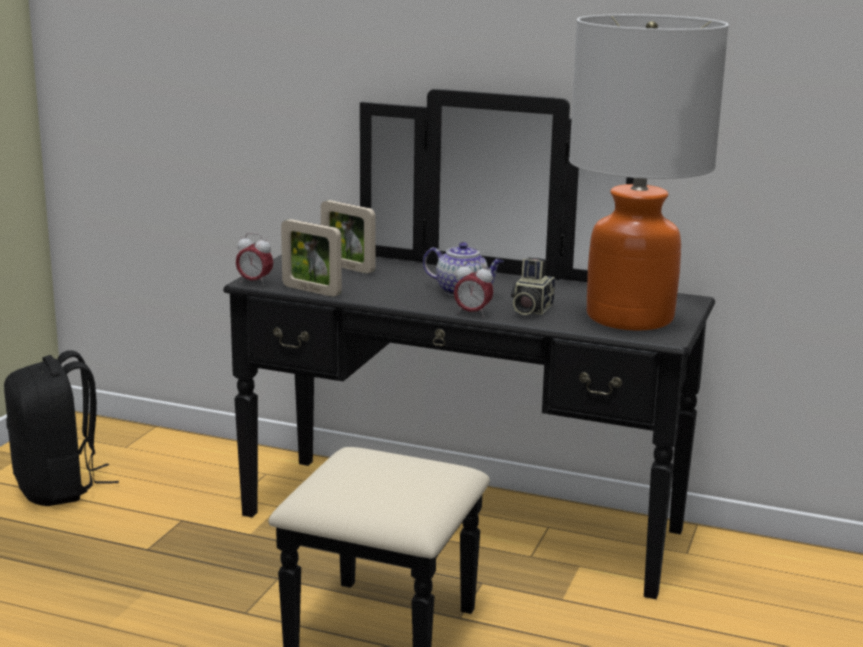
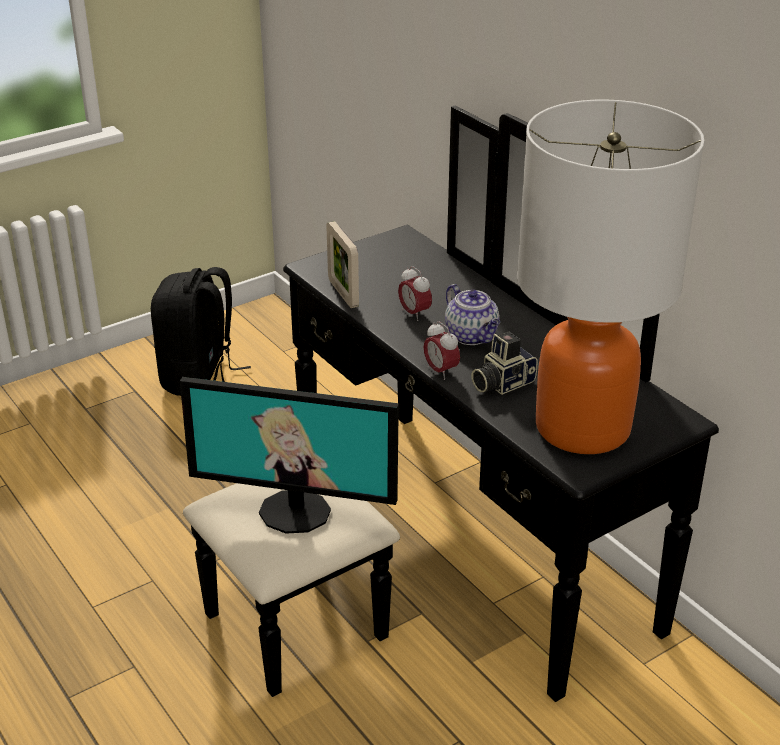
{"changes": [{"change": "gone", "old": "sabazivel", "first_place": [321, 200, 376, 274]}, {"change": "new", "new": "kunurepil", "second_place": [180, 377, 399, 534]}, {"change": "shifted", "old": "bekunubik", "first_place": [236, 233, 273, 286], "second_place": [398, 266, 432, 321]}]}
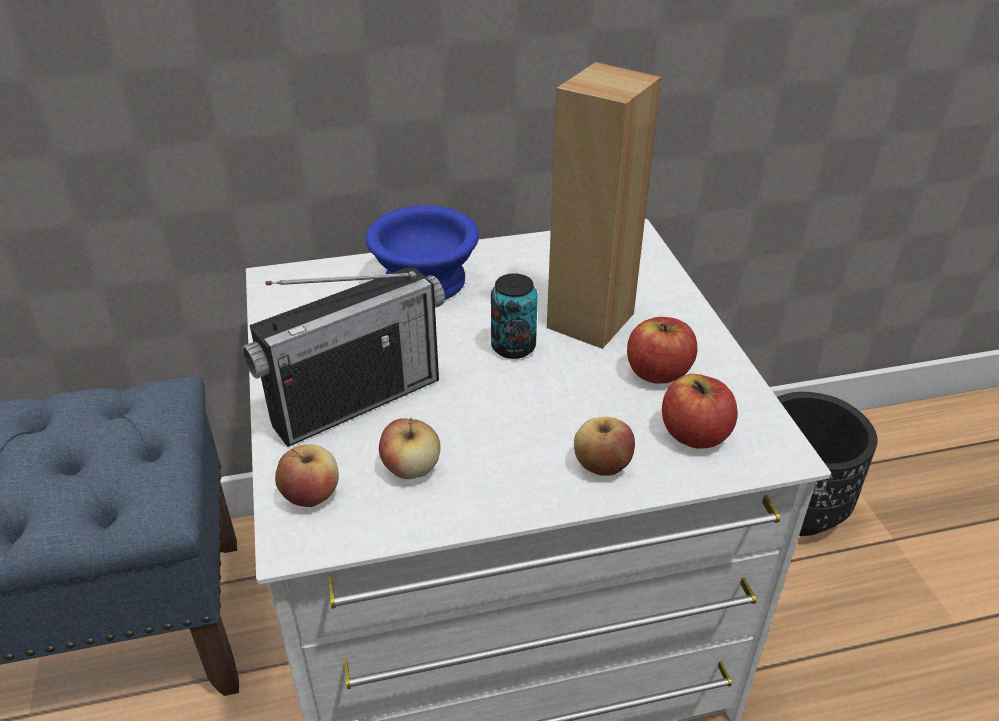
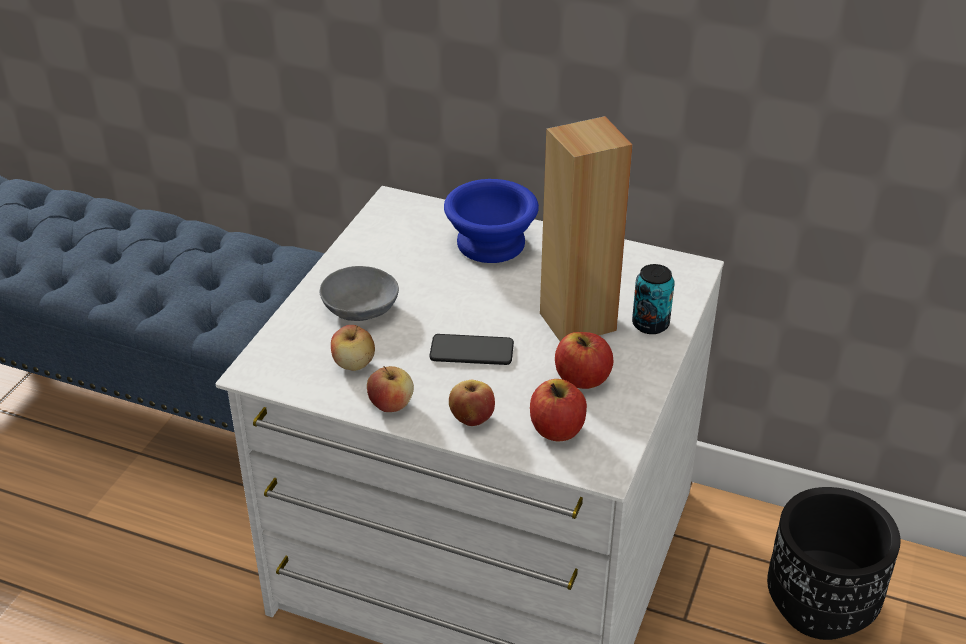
{"changes": [{"change": "new", "new": "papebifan", "second_place": [429, 334, 514, 365]}, {"change": "shifted", "old": "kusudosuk", "first_place": [275, 444, 339, 507], "second_place": [367, 366, 414, 412]}, {"change": "shifted", "old": "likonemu", "first_place": [491, 273, 538, 359], "second_place": [632, 264, 675, 334]}, {"change": "swapped", "old": "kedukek", "new": "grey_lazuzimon", "first_place": [242, 267, 445, 447], "second_place": [319, 266, 399, 321]}]}
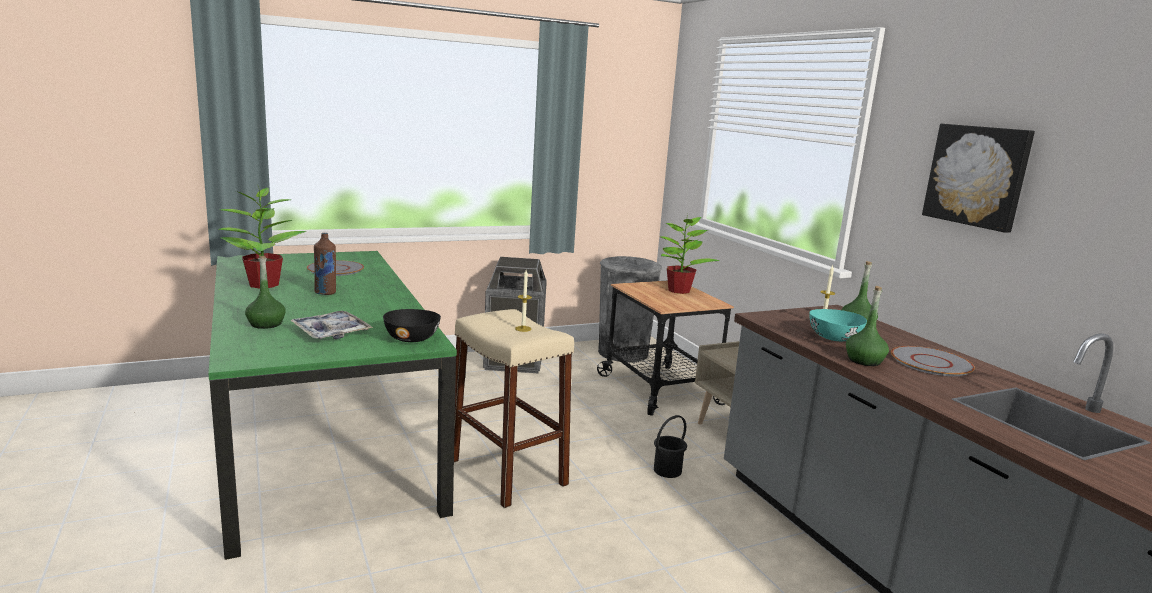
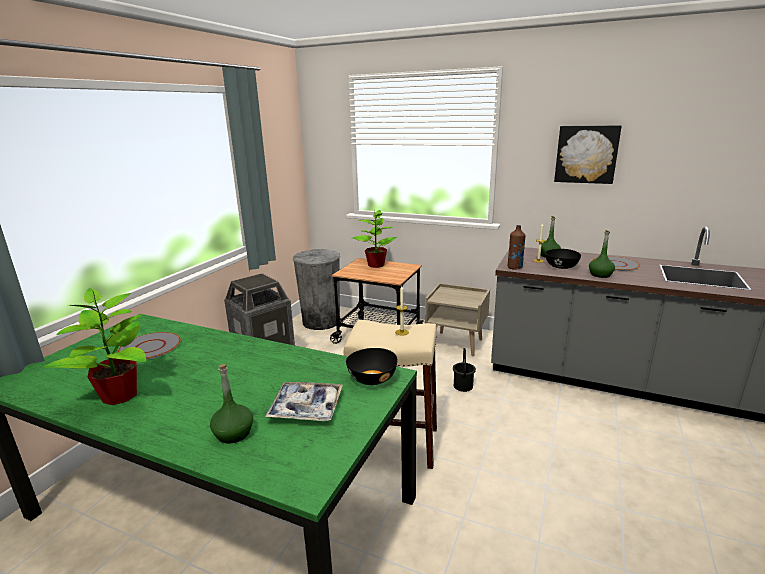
{"changes": [{"change": "shifted", "old": "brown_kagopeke", "first_place": [314, 233, 336, 295], "second_place": [508, 225, 526, 270]}, {"change": "repainted", "old": "turquoise_lazuzimon", "new": "black_lazuzimon", "first_place": [809, 309, 867, 341], "second_place": [545, 249, 581, 269]}]}
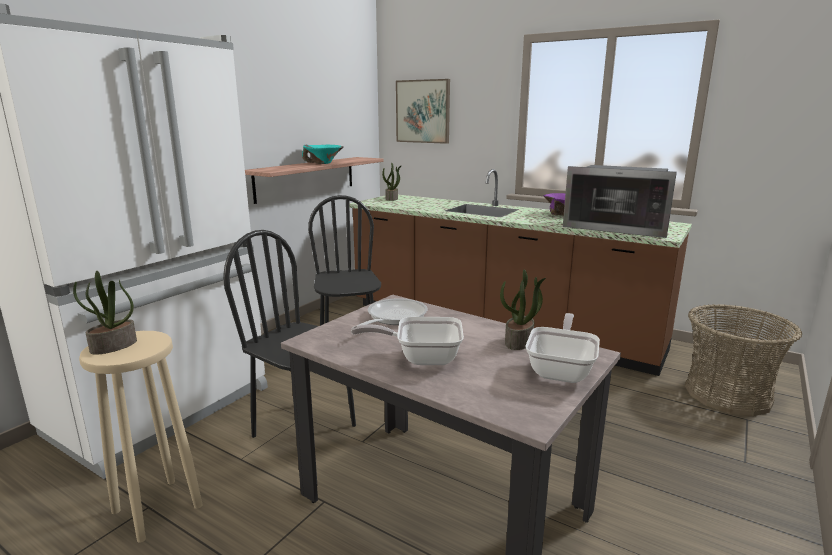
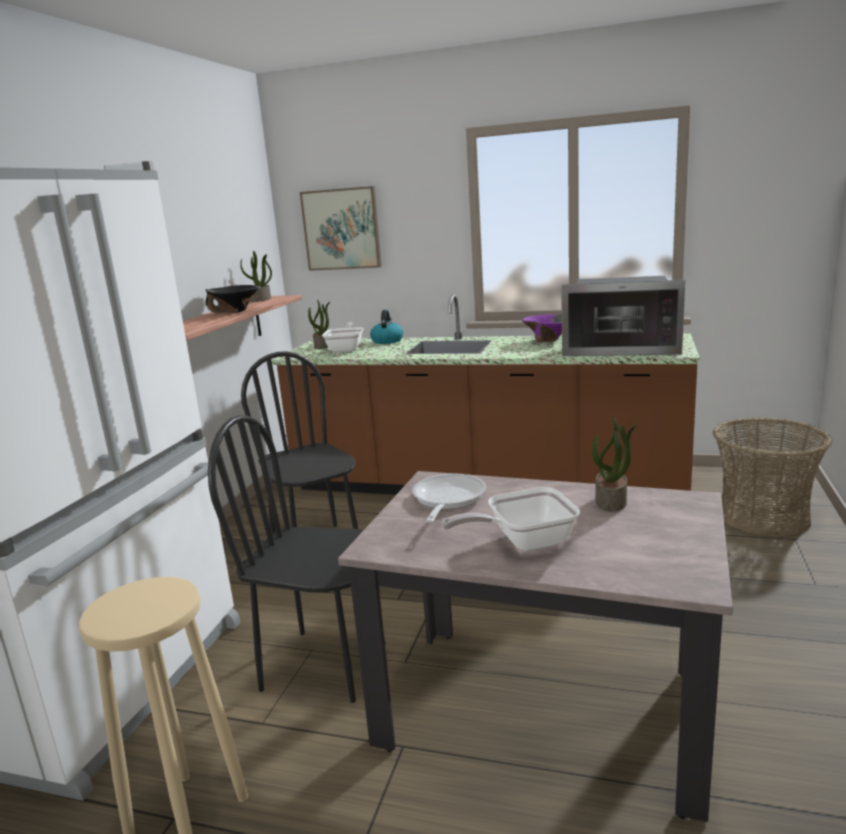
{"changes": [{"change": "new", "new": "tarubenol", "second_place": [370, 310, 403, 344]}, {"change": "shifted", "old": "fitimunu", "first_place": [73, 271, 137, 355], "second_place": [240, 251, 272, 302]}, {"change": "shifted", "old": "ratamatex", "first_place": [526, 313, 600, 383], "second_place": [322, 322, 364, 353]}, {"change": "repainted", "old": "turquoise_lazuzimon", "new": "black_lazuzimon", "first_place": [302, 145, 344, 164], "second_place": [205, 285, 261, 313]}]}
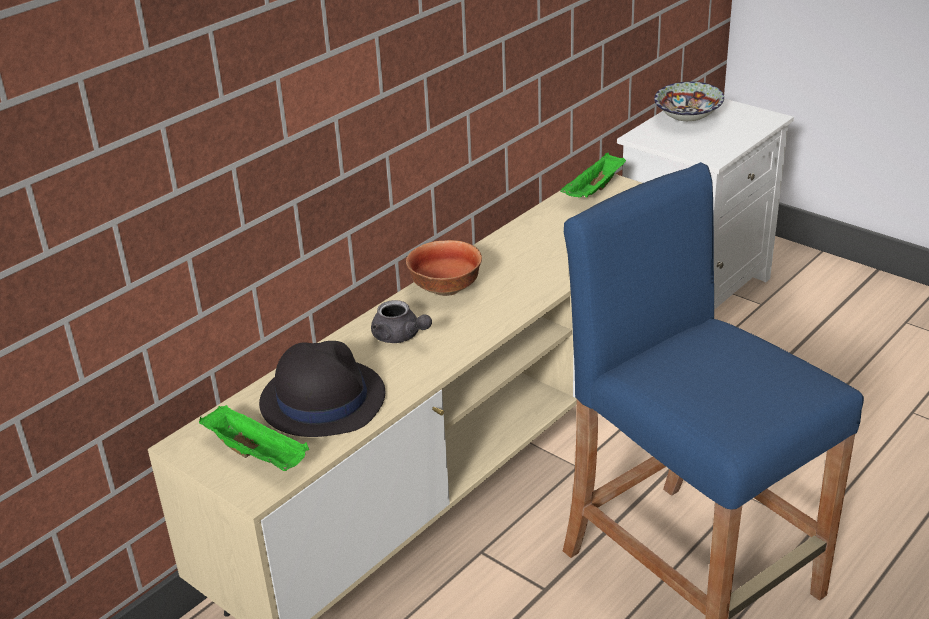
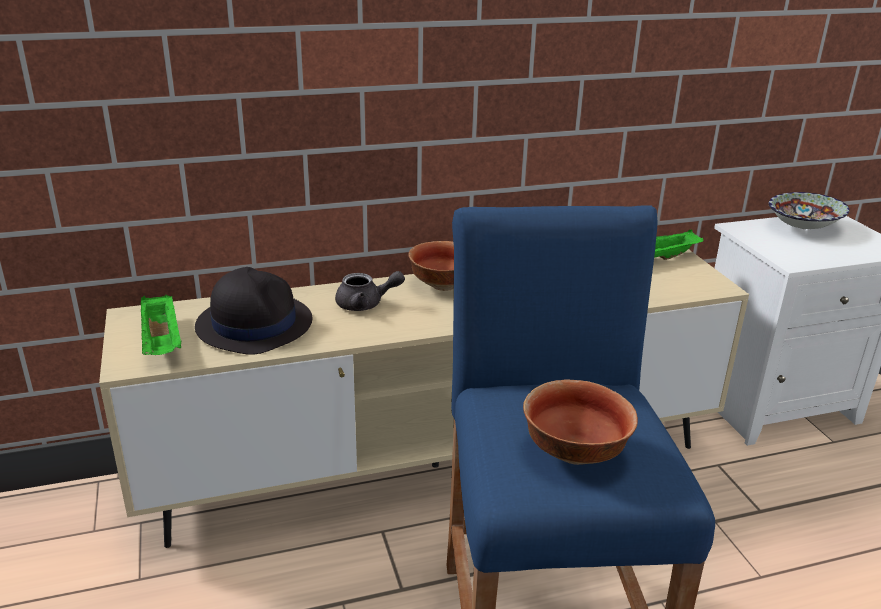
{"changes": [{"change": "new", "new": "lazuzimon", "second_place": [523, 379, 638, 465]}, {"change": "rotated", "old": "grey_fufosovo", "first_place": [371, 300, 432, 343], "second_place": [335, 271, 405, 311], "degrees": -75}]}
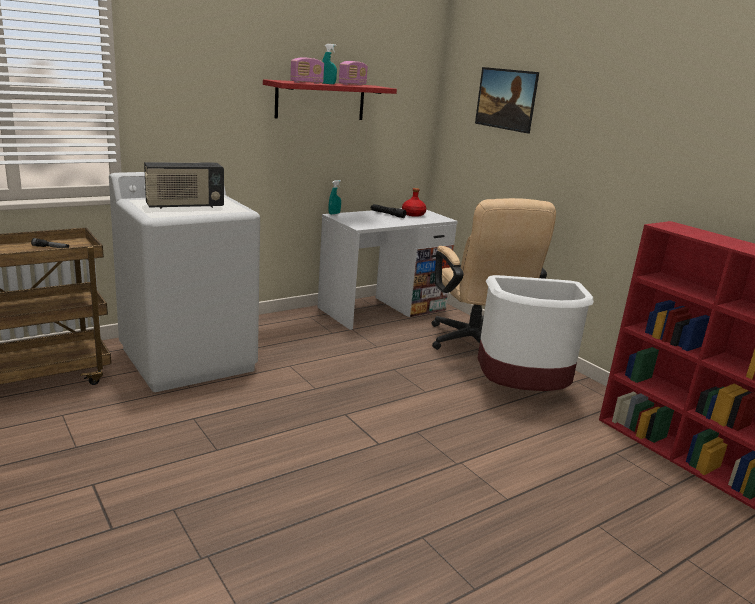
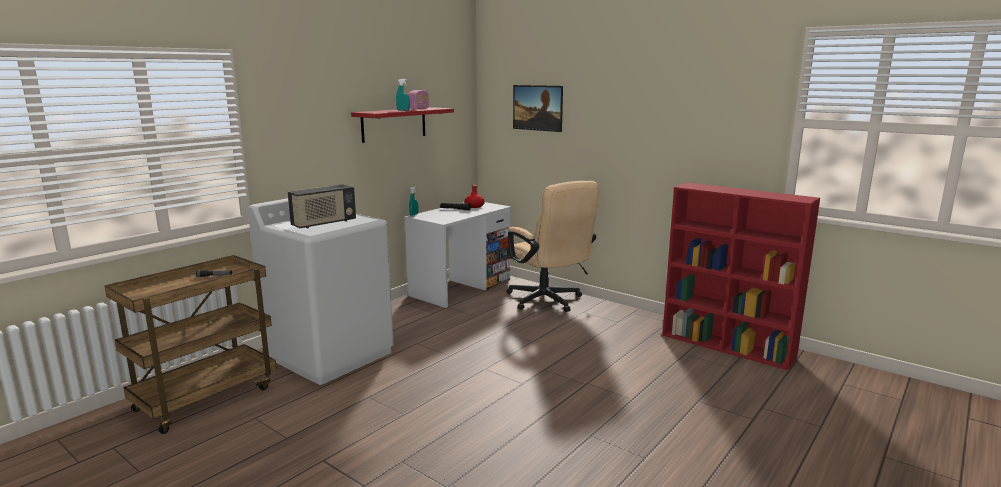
{"changes": [{"change": "gone", "old": "kedukek", "first_place": [290, 57, 324, 84]}, {"change": "gone", "old": "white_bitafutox", "first_place": [478, 275, 594, 391]}]}
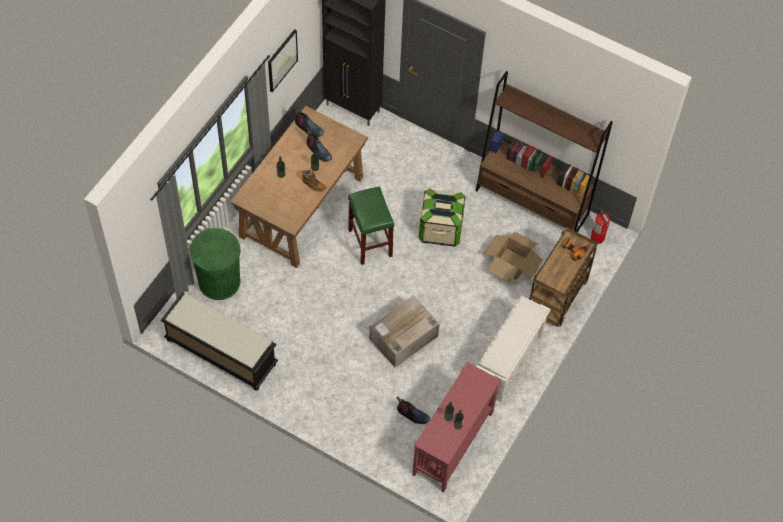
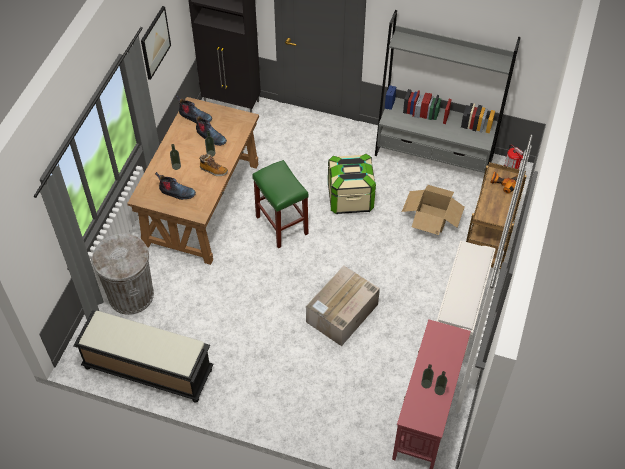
{"changes": [{"change": "shifted", "old": "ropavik", "first_place": [396, 396, 430, 424], "second_place": [155, 172, 196, 200]}, {"change": "repainted", "old": "green_bitafutox", "new": "grey_bitafutox", "first_place": [190, 228, 241, 300], "second_place": [92, 233, 154, 315]}, {"change": "repainted", "old": "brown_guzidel", "new": "grey_guzidel", "first_place": [476, 71, 613, 233], "second_place": [375, 10, 521, 173]}]}
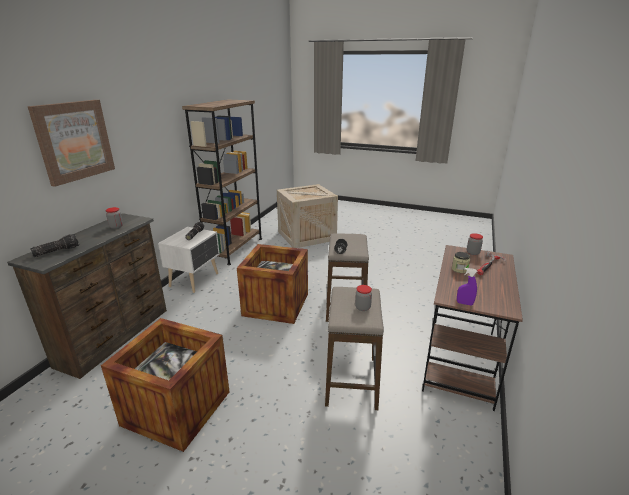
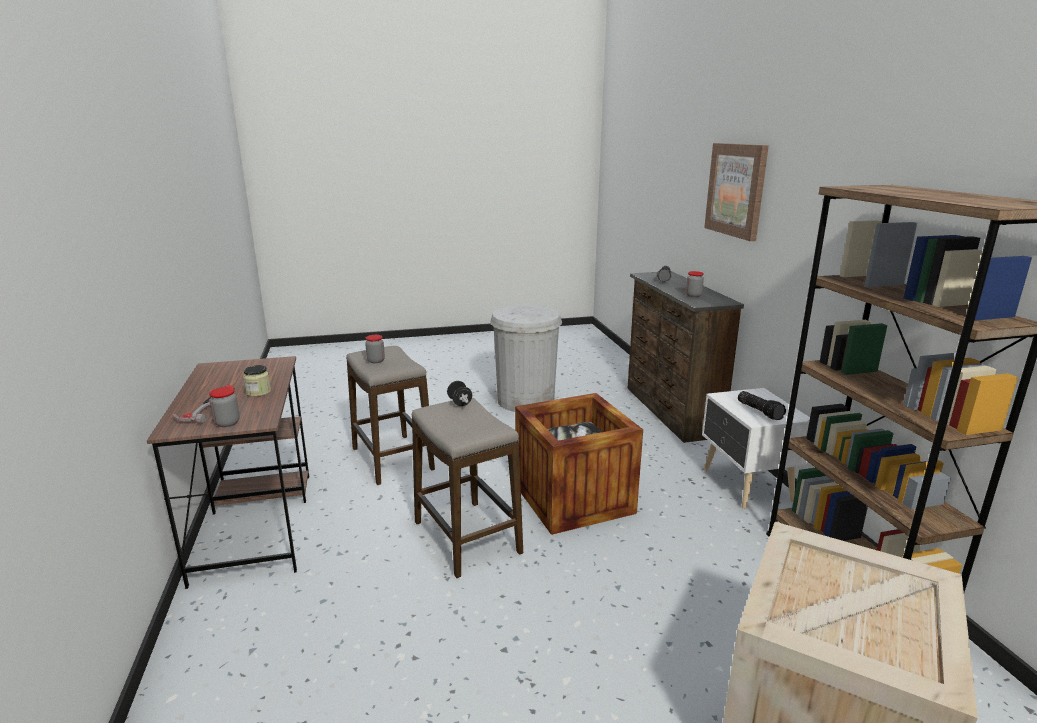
{"changes": [{"change": "gone", "old": "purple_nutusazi", "first_place": [457, 268, 477, 305]}, {"change": "swapped", "old": "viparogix", "new": "white_bitafutox", "first_place": [101, 318, 230, 452], "second_place": [490, 305, 562, 412]}]}
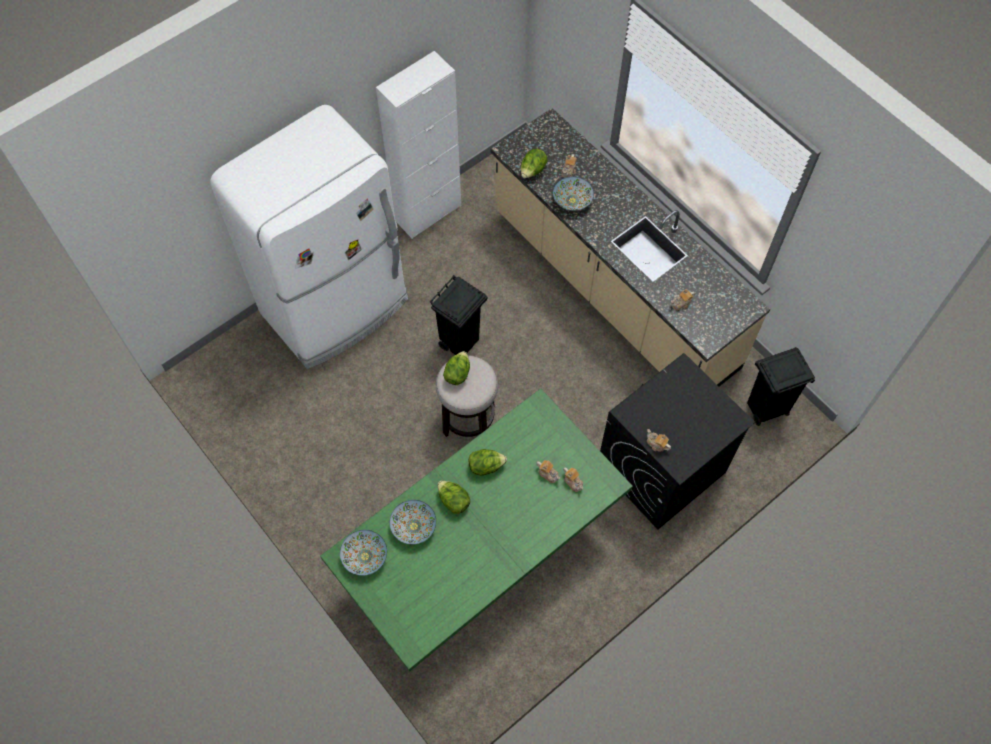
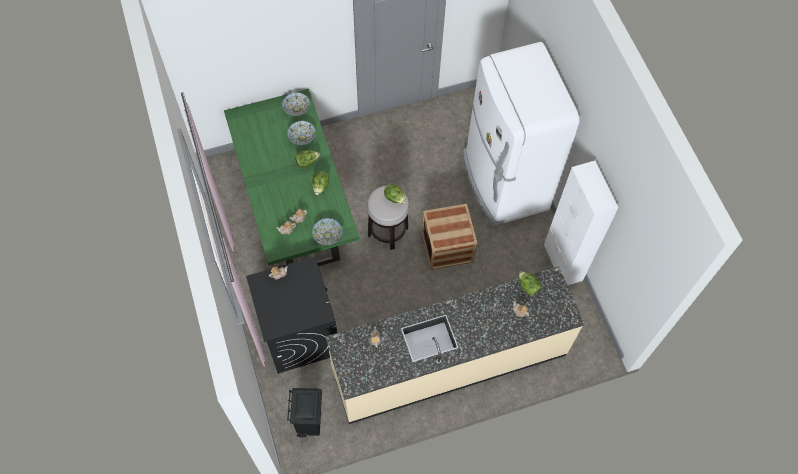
{"changes": [{"change": "shifted", "old": "lazuzimon", "first_place": [553, 177, 594, 211], "second_place": [312, 218, 343, 245]}, {"change": "swapped", "old": "black_bitafutox", "new": "viparogix", "first_place": [430, 275, 487, 355], "second_place": [421, 204, 477, 270]}]}
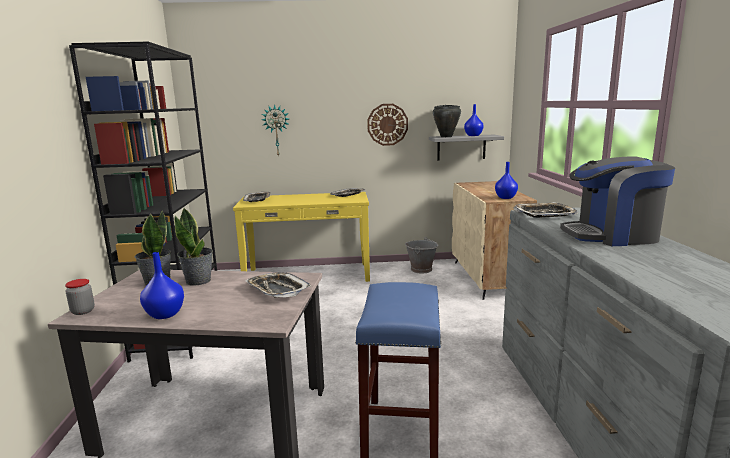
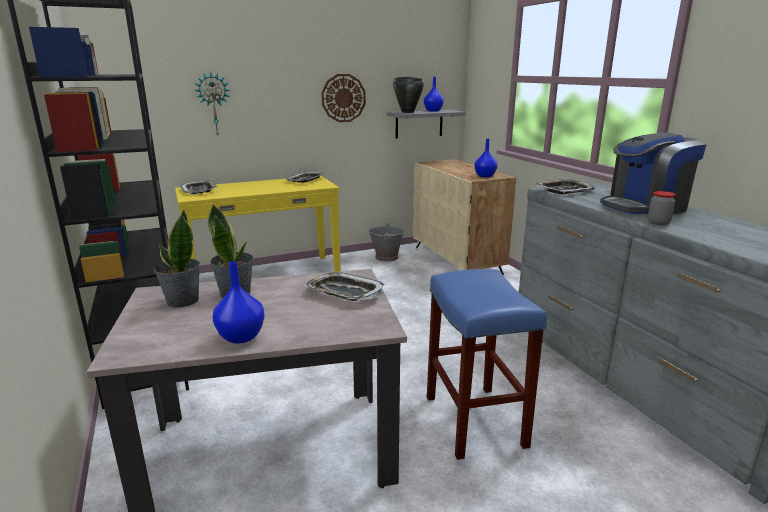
{"changes": [{"change": "shifted", "old": "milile", "first_place": [65, 279, 95, 315], "second_place": [648, 191, 676, 225]}]}
